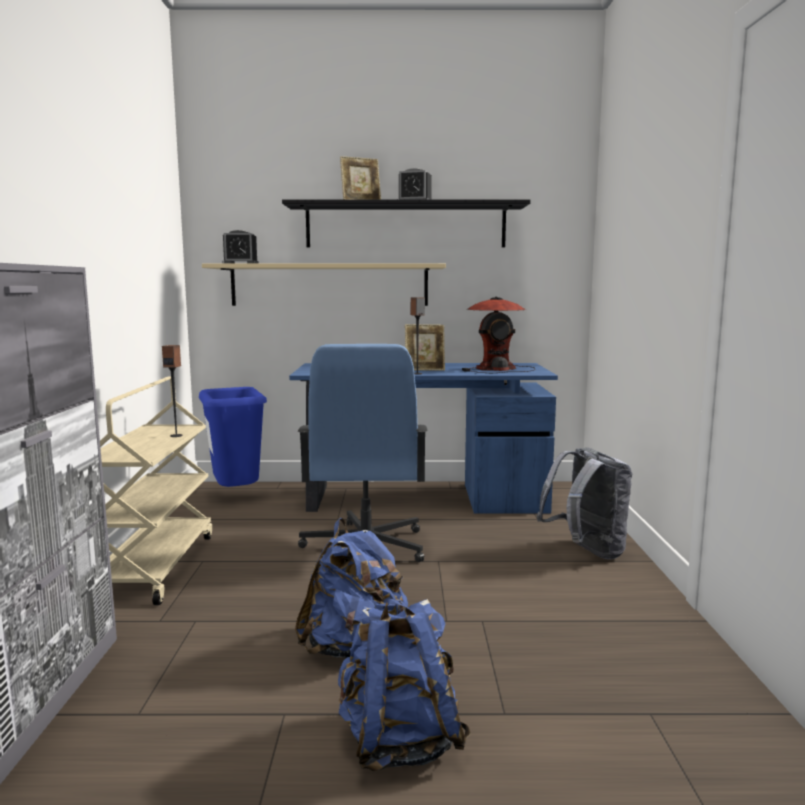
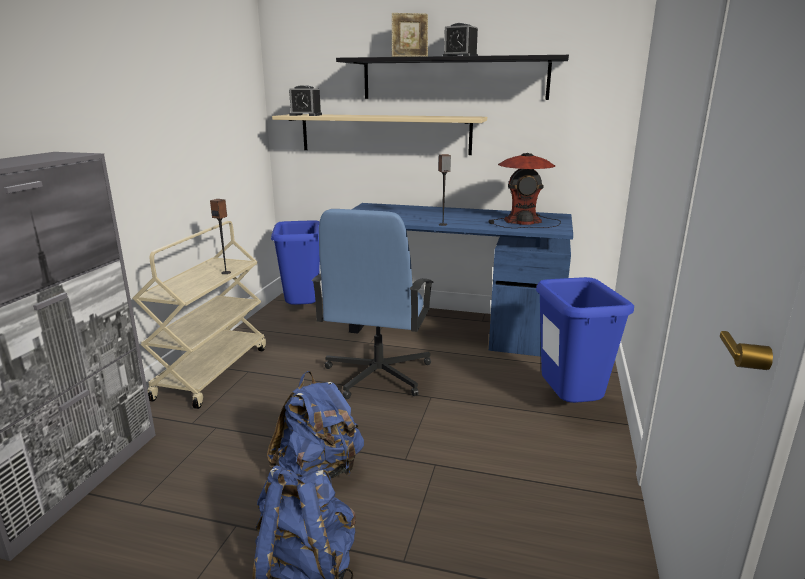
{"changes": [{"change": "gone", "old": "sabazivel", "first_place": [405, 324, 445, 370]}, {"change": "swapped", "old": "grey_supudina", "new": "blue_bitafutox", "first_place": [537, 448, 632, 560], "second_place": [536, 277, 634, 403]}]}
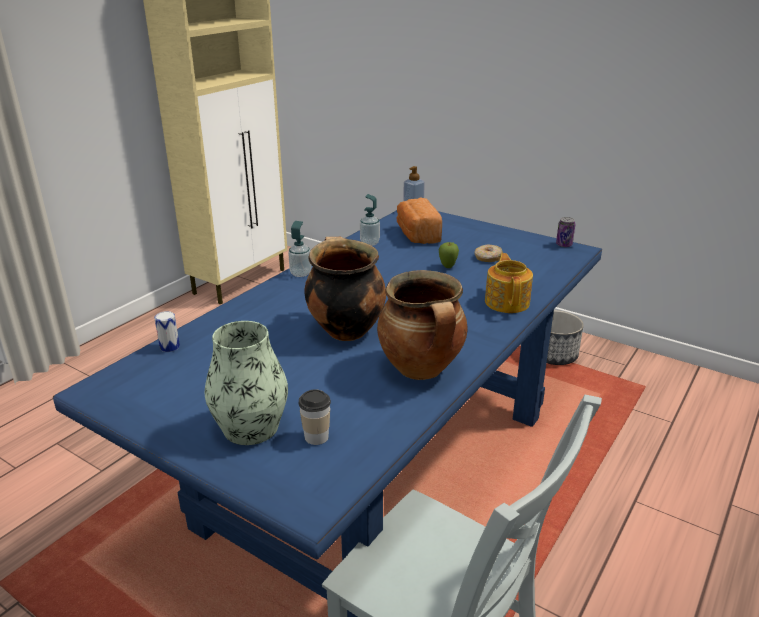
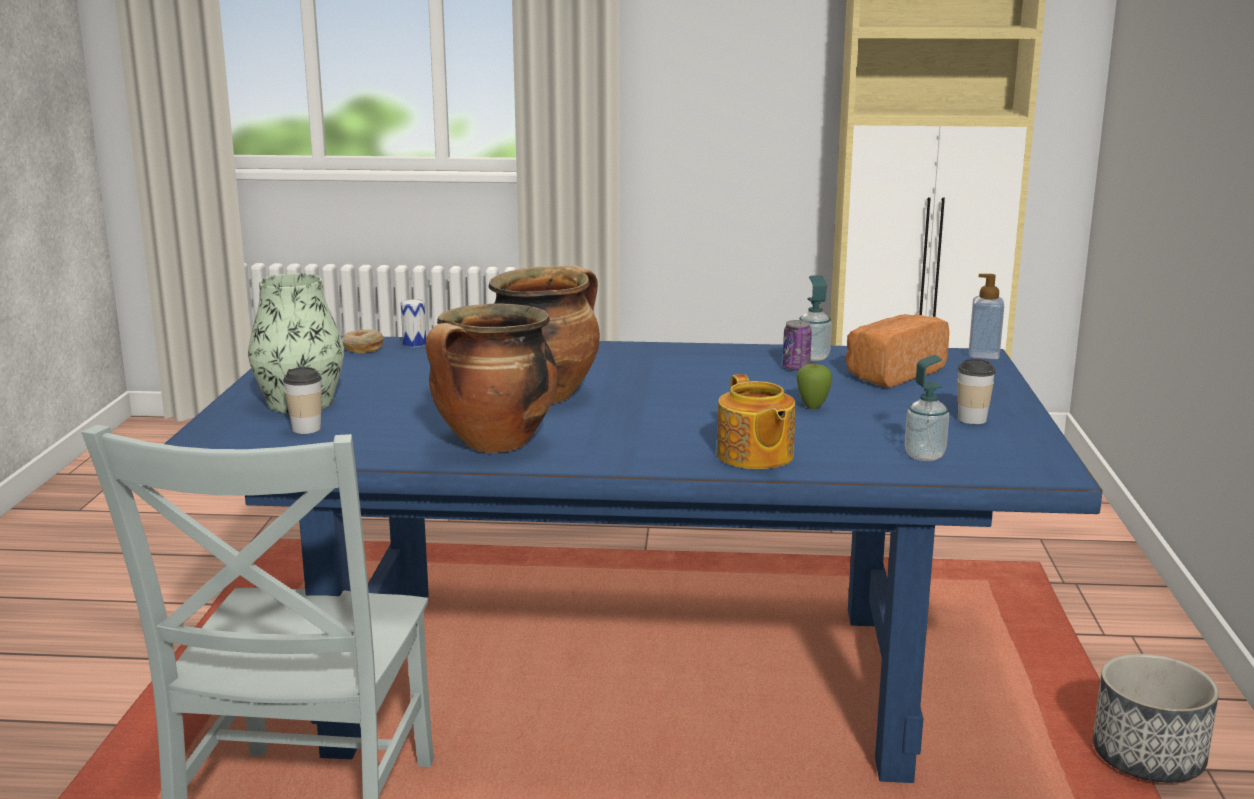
{"changes": [{"change": "new", "new": "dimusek", "second_place": [957, 359, 996, 424]}, {"change": "shifted", "old": "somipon", "first_place": [288, 221, 311, 277], "second_place": [905, 355, 949, 461]}, {"change": "shifted", "old": "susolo", "first_place": [474, 245, 503, 262], "second_place": [342, 329, 384, 353]}, {"change": "shifted", "old": "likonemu", "first_place": [556, 217, 576, 247], "second_place": [783, 320, 812, 371]}, {"change": "rotated", "old": "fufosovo", "first_place": [485, 253, 533, 313], "second_place": [717, 374, 795, 469], "degrees": 105}]}
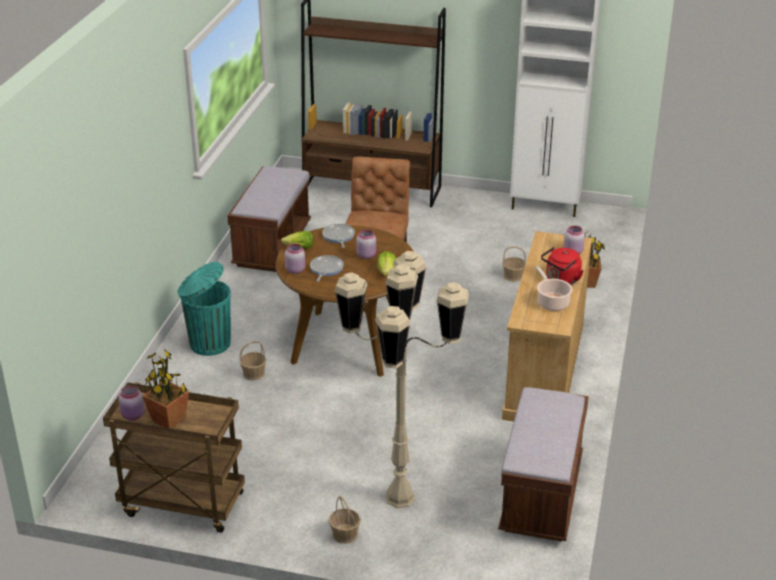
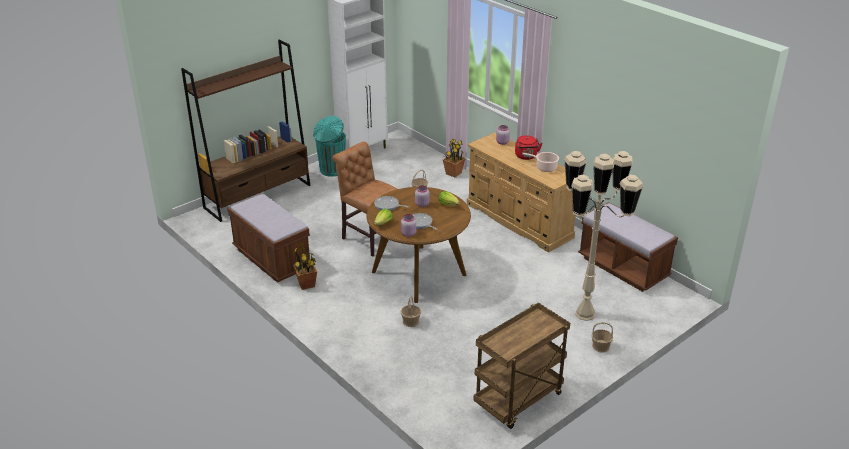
{"changes": [{"change": "gone", "old": "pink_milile", "first_place": [119, 385, 145, 421]}, {"change": "shifted", "old": "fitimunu", "first_place": [142, 350, 189, 428], "second_place": [293, 243, 317, 290]}, {"change": "shifted", "old": "turquoise_bitafutox", "first_place": [177, 262, 231, 356], "second_place": [313, 116, 346, 177]}]}
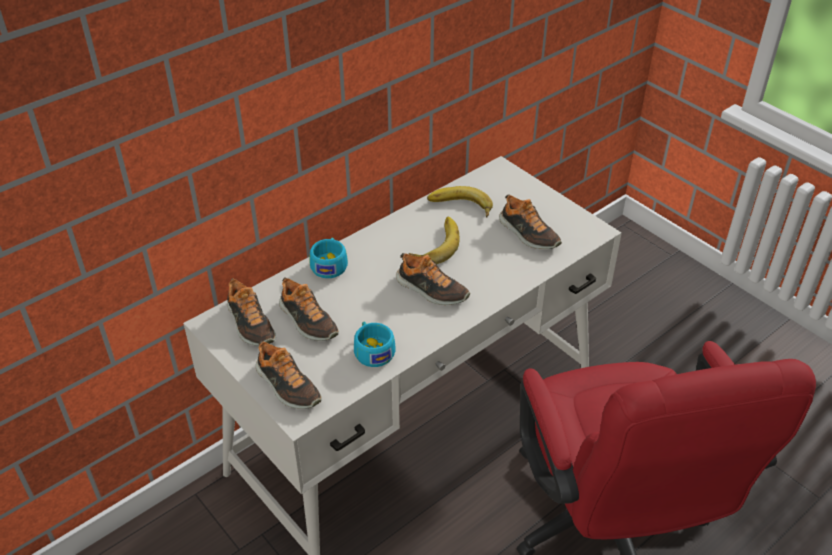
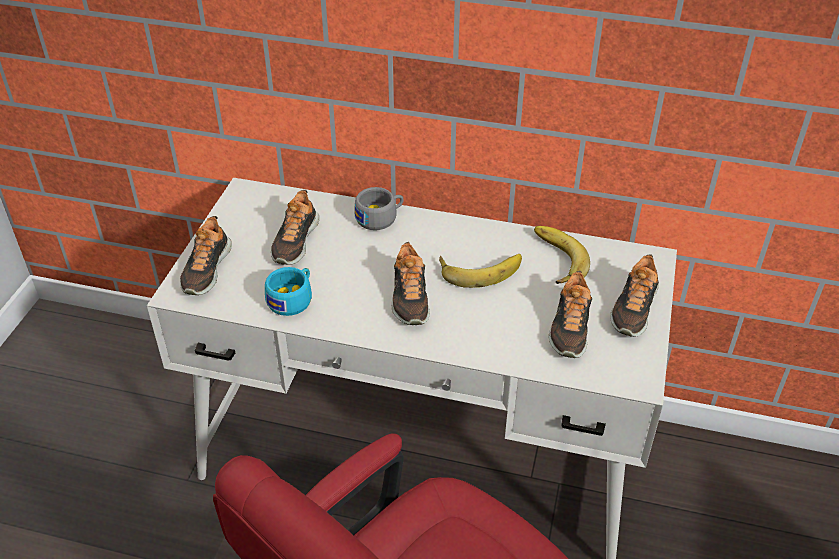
{"changes": [{"change": "shifted", "old": "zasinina", "first_place": [227, 278, 276, 346], "second_place": [610, 255, 659, 337]}, {"change": "repainted", "old": "turquoise_dimusek", "new": "grey_dimusek", "first_place": [310, 238, 348, 278], "second_place": [354, 187, 404, 230]}]}
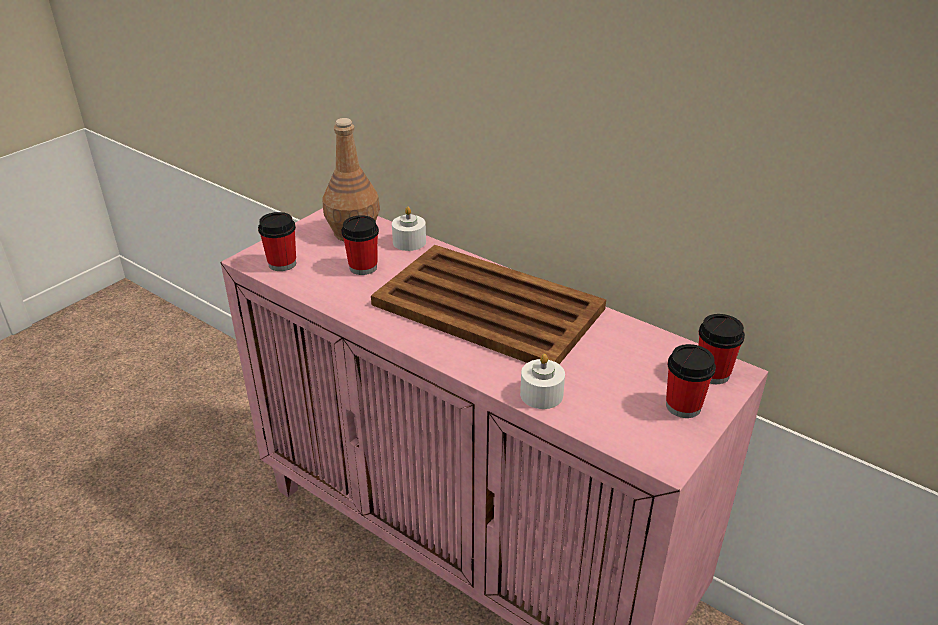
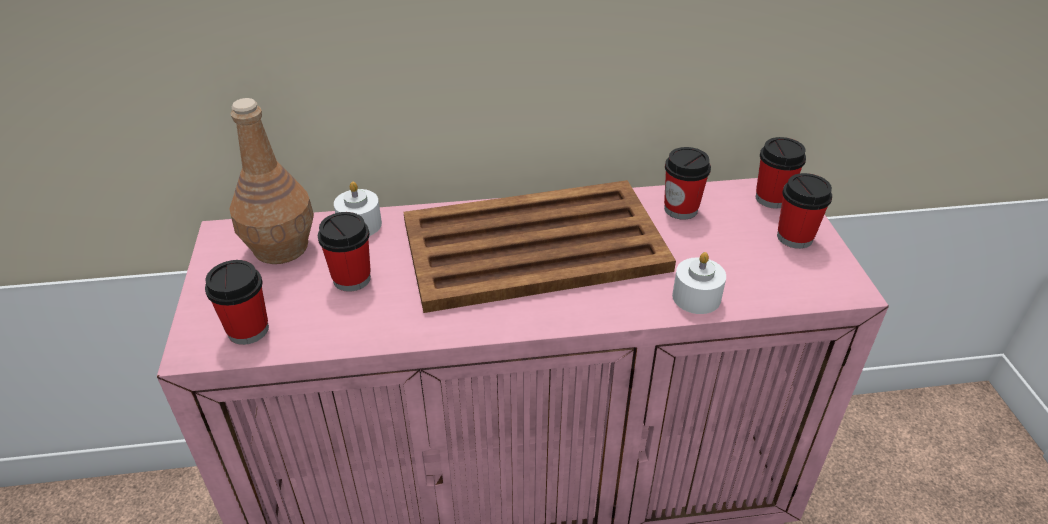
{"changes": [{"change": "new", "new": "dimusek", "second_place": [664, 147, 711, 220]}]}
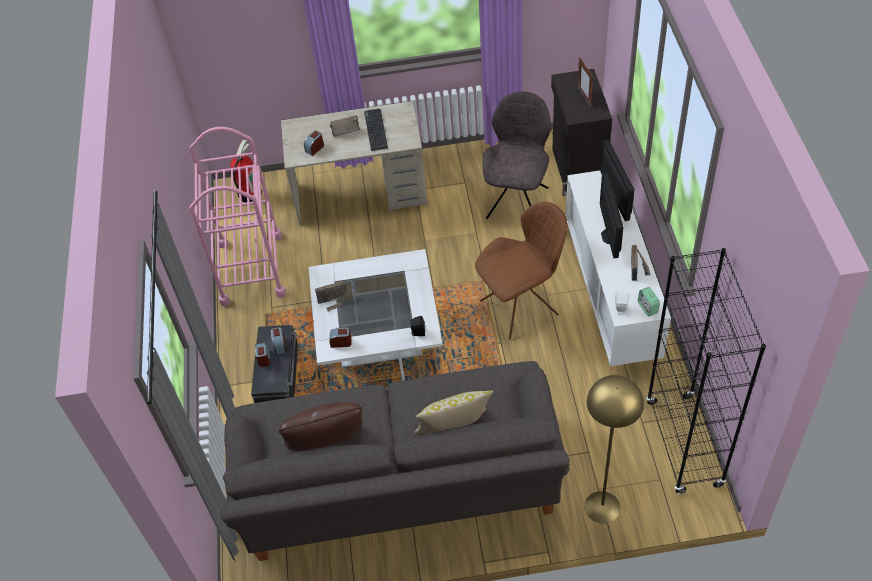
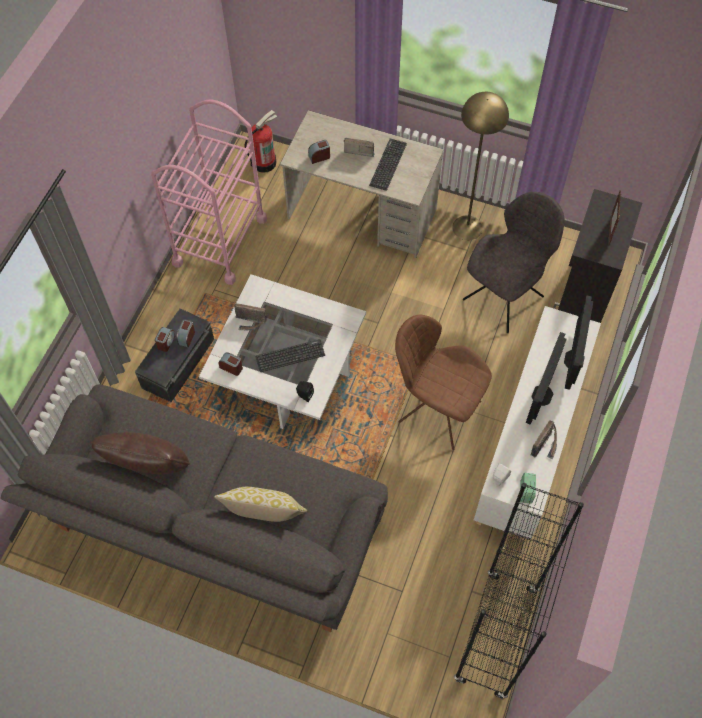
{"changes": [{"change": "new", "new": "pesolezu", "second_place": [256, 339, 325, 372]}, {"change": "shifted", "old": "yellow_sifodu", "first_place": [584, 375, 644, 524], "second_place": [452, 92, 509, 240]}, {"change": "rotated", "old": "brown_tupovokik", "first_place": [475, 202, 568, 339], "second_place": [395, 315, 492, 450], "degrees": -150}]}
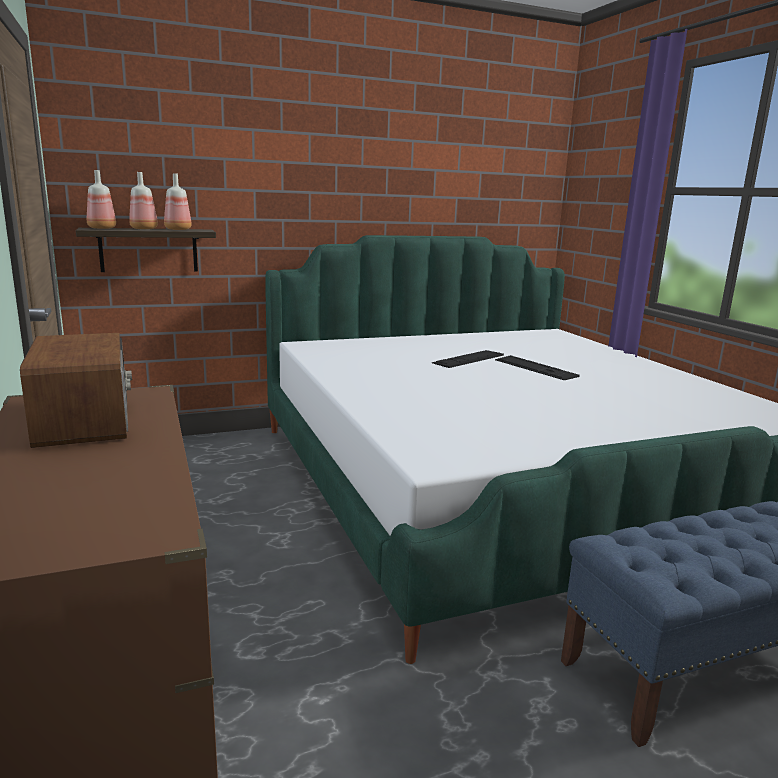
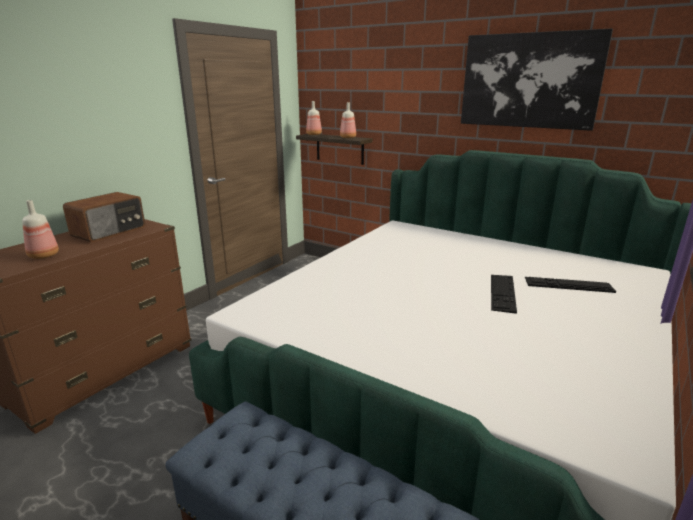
{"changes": [{"change": "new", "new": "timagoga", "second_place": [461, 28, 613, 131]}, {"change": "shifted", "old": "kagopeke", "first_place": [129, 172, 158, 230], "second_place": [22, 200, 59, 259]}, {"change": "shifted", "old": "pesolezu", "first_place": [432, 350, 504, 368], "second_place": [525, 277, 616, 293]}]}
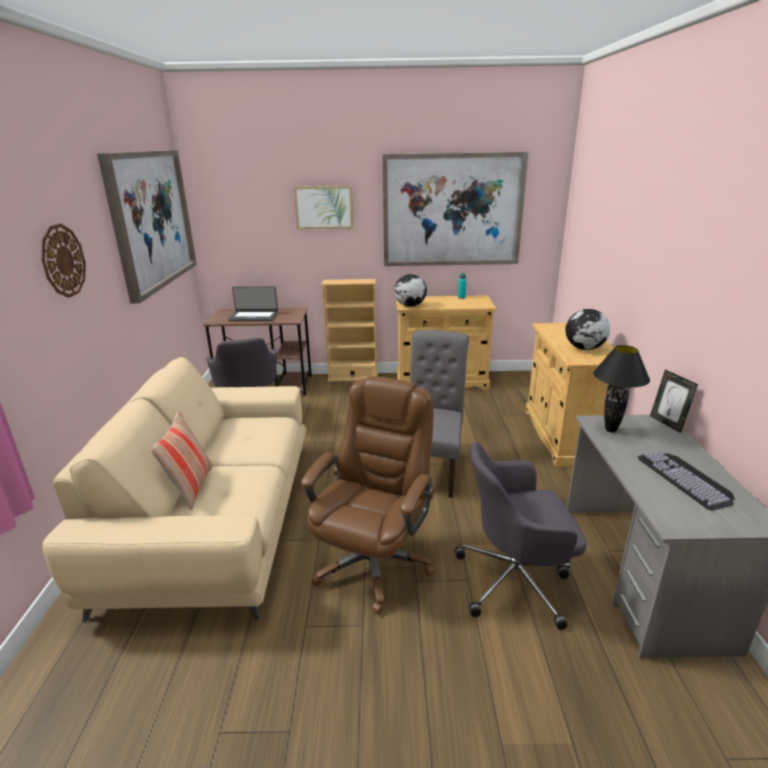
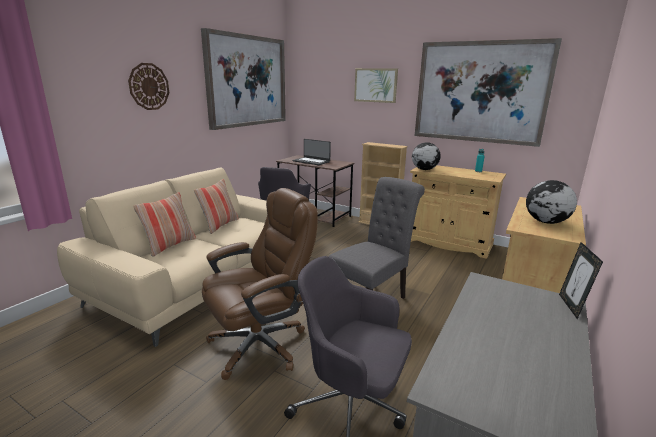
{"changes": [{"change": "gone", "old": "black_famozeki", "first_place": [593, 345, 650, 433]}, {"change": "gone", "old": "pesolezu", "first_place": [637, 451, 735, 510]}, {"change": "new", "new": "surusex", "second_place": [194, 179, 239, 234]}]}
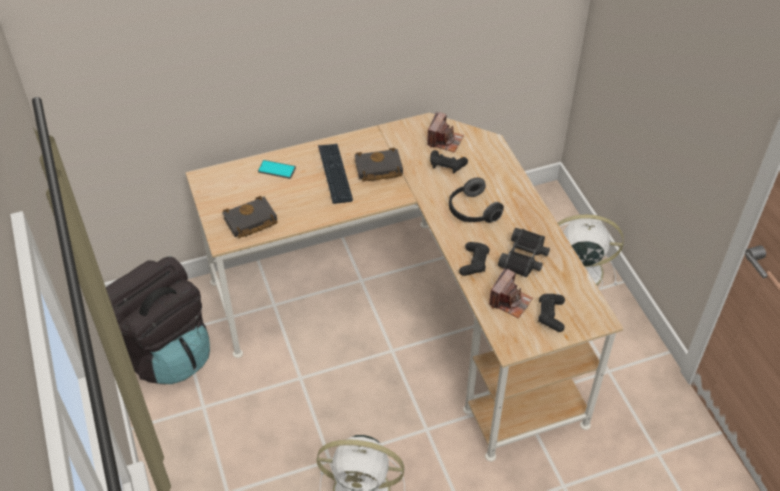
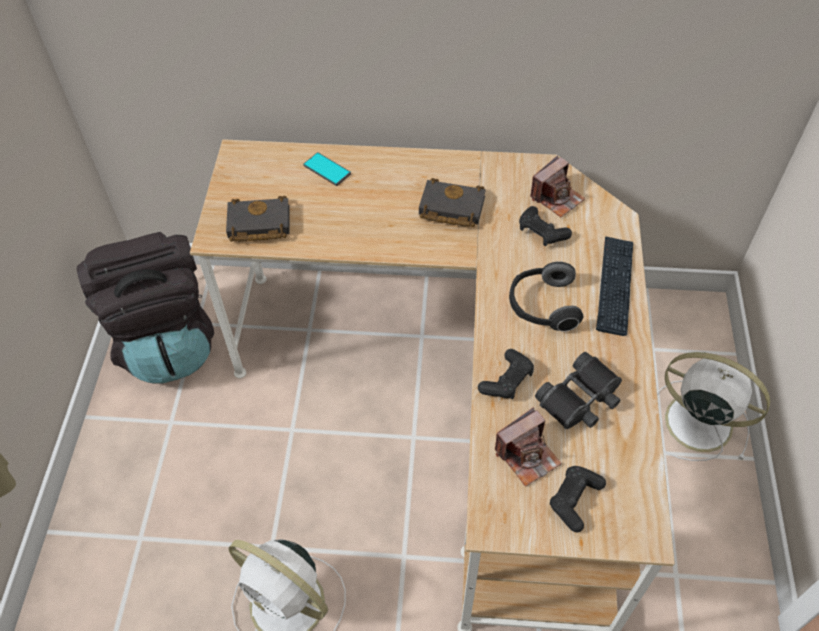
{"changes": [{"change": "shifted", "old": "pesolezu", "first_place": [318, 144, 353, 204], "second_place": [596, 236, 633, 336]}]}
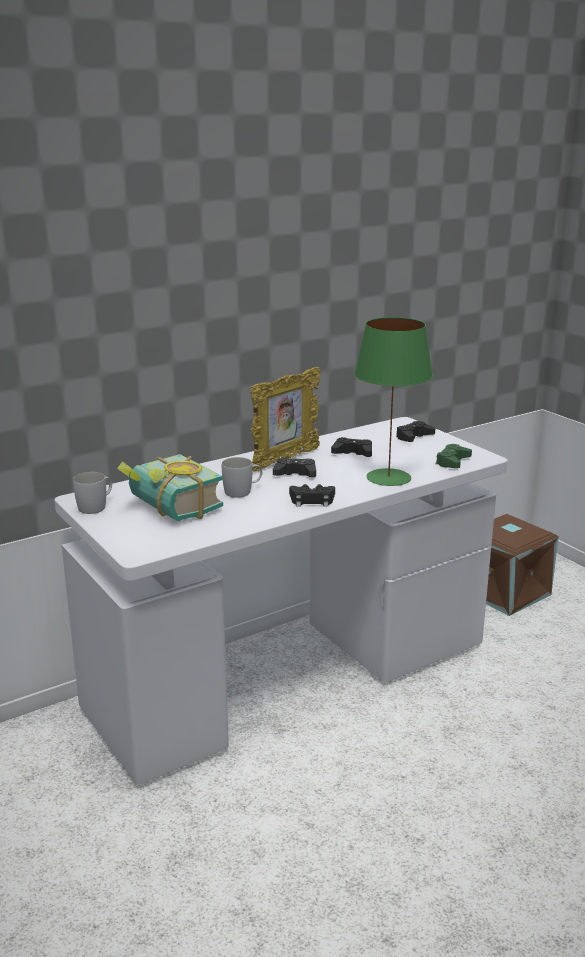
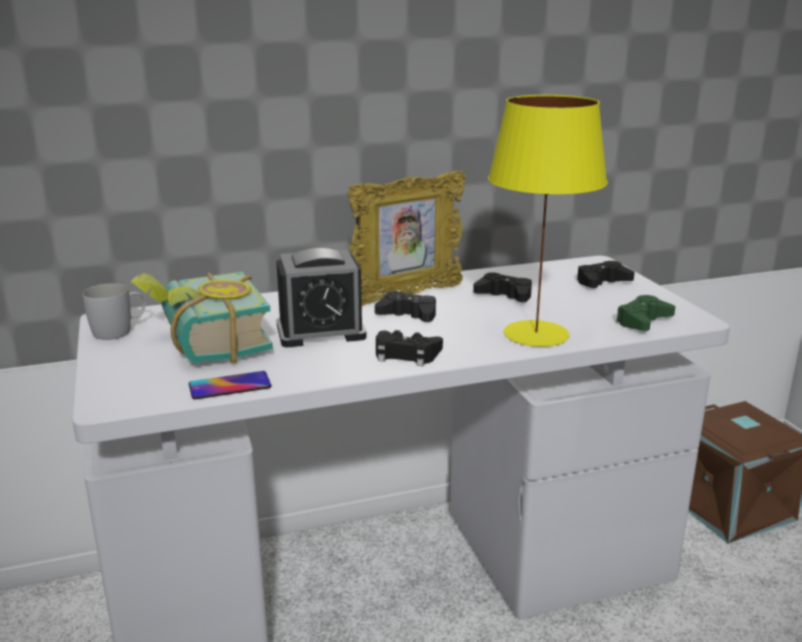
{"changes": [{"change": "new", "new": "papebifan", "second_place": [189, 371, 272, 399]}, {"change": "swapped", "old": "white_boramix", "new": "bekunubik", "first_place": [222, 457, 262, 498], "second_place": [276, 248, 367, 347]}, {"change": "repainted", "old": "green_famozeki", "new": "yellow_famozeki", "first_place": [354, 317, 433, 486], "second_place": [488, 95, 608, 347]}]}
